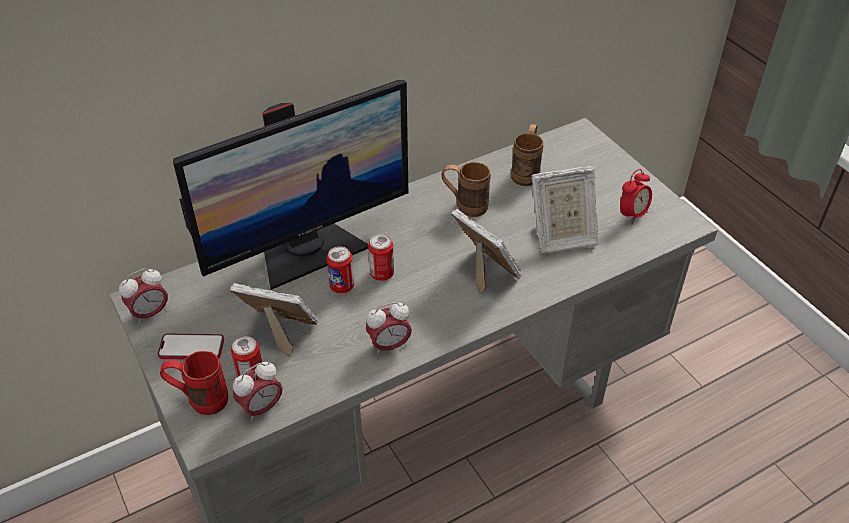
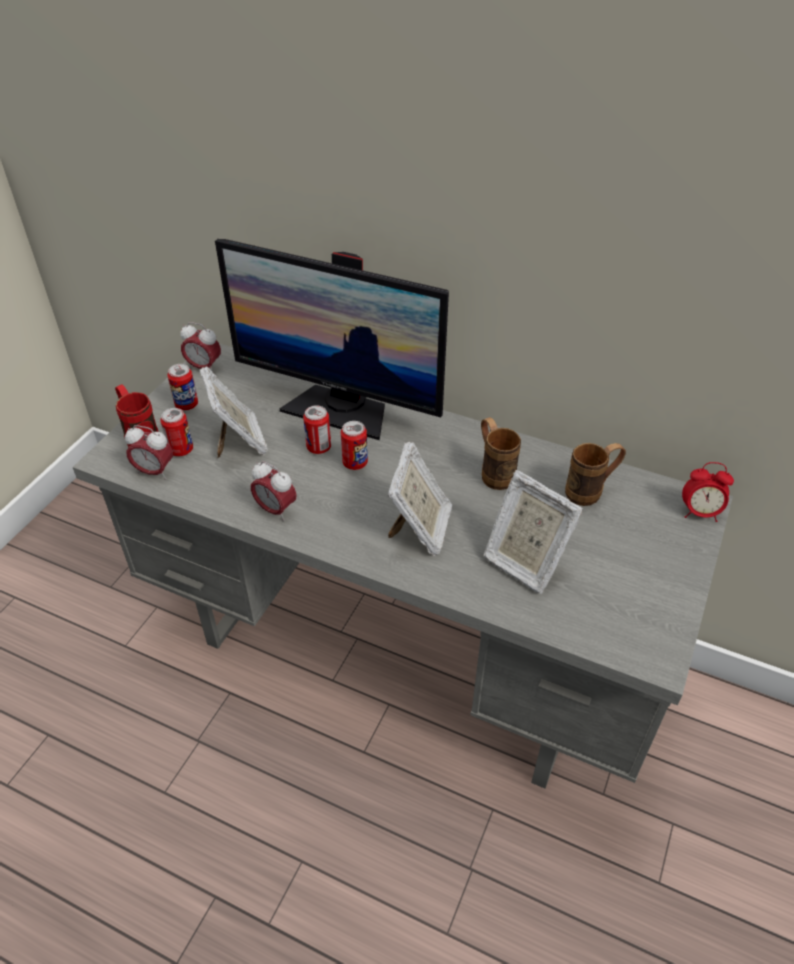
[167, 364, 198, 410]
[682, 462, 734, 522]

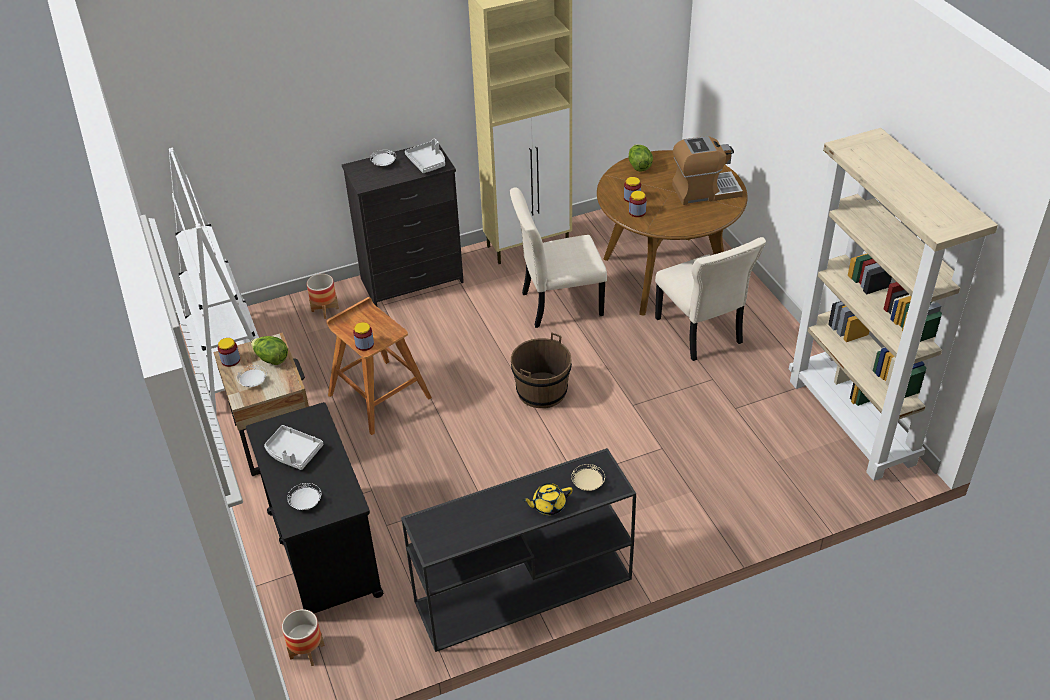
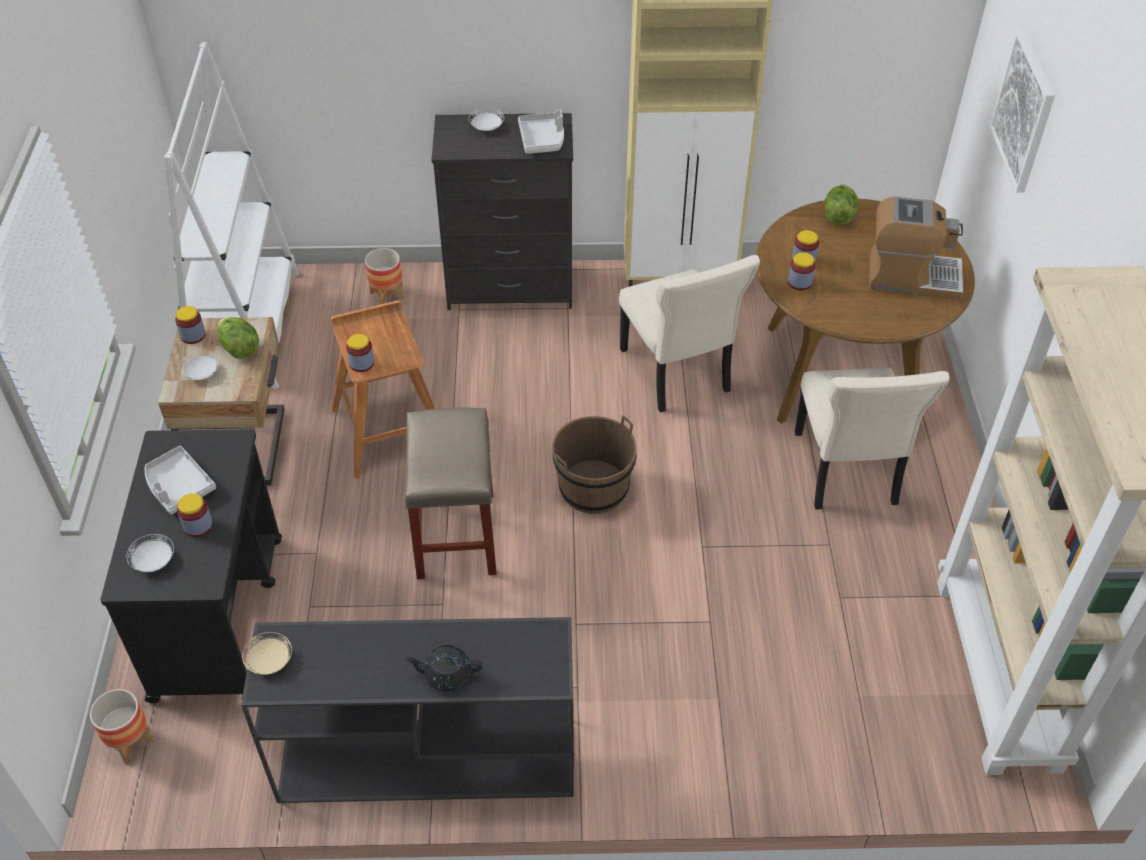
[177, 493, 213, 537]
[242, 632, 292, 675]
[405, 408, 496, 579]
[405, 645, 483, 692]
[619, 255, 760, 413]
[990, 31, 1055, 193]

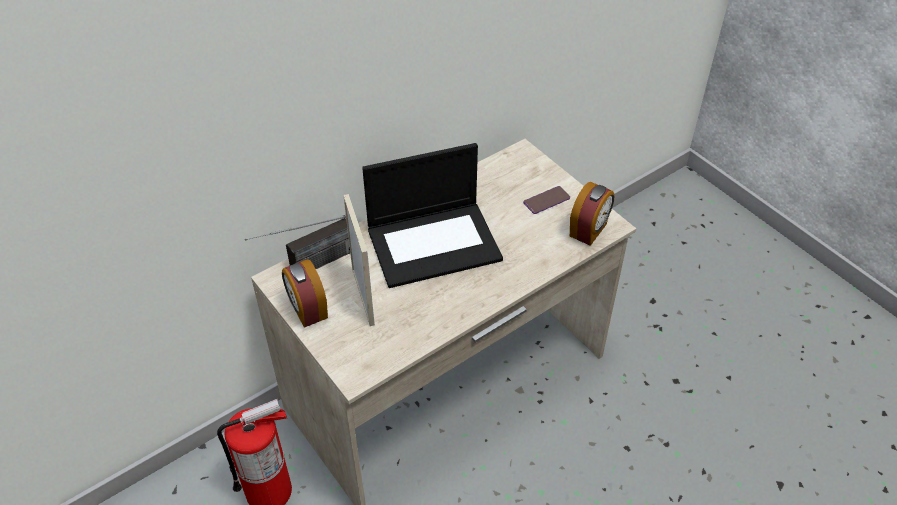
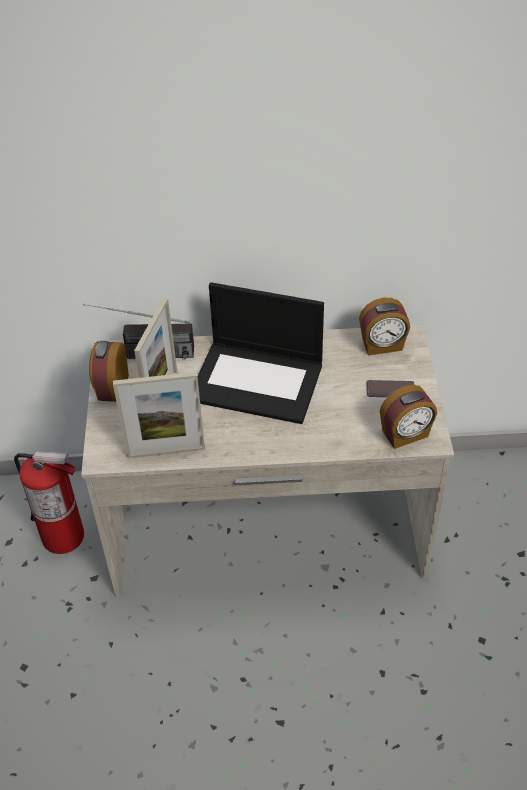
[113, 372, 205, 458]
[359, 298, 410, 355]

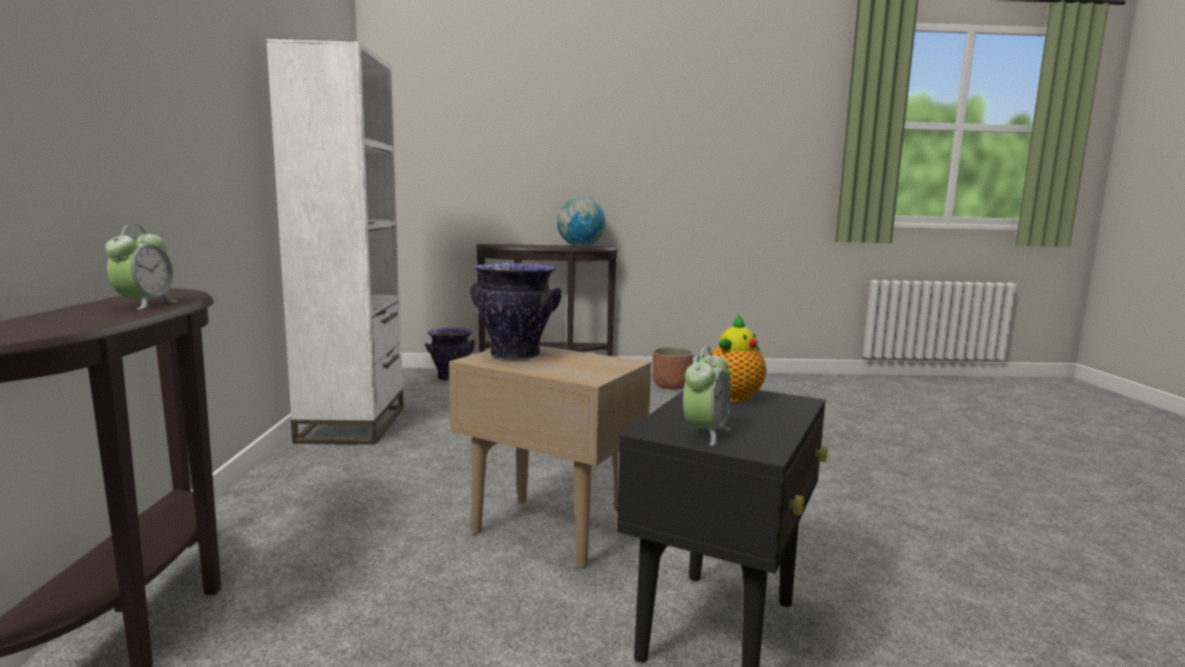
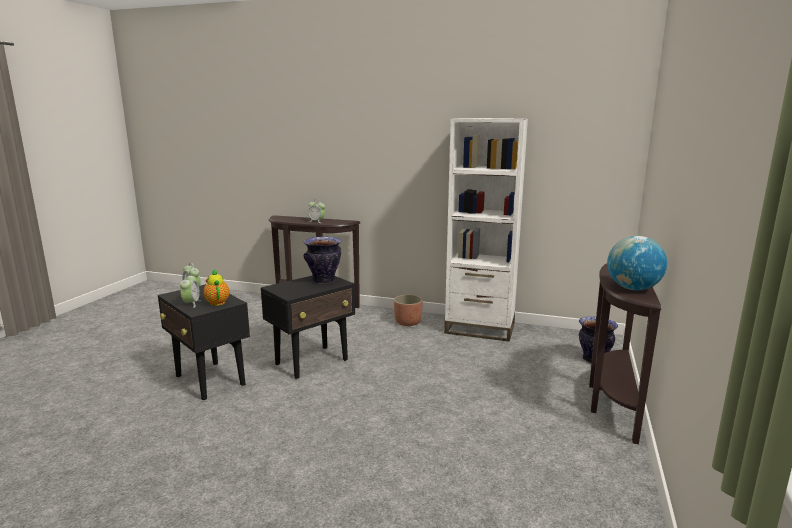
[180, 274, 201, 308]
[261, 275, 355, 379]
[394, 295, 423, 326]

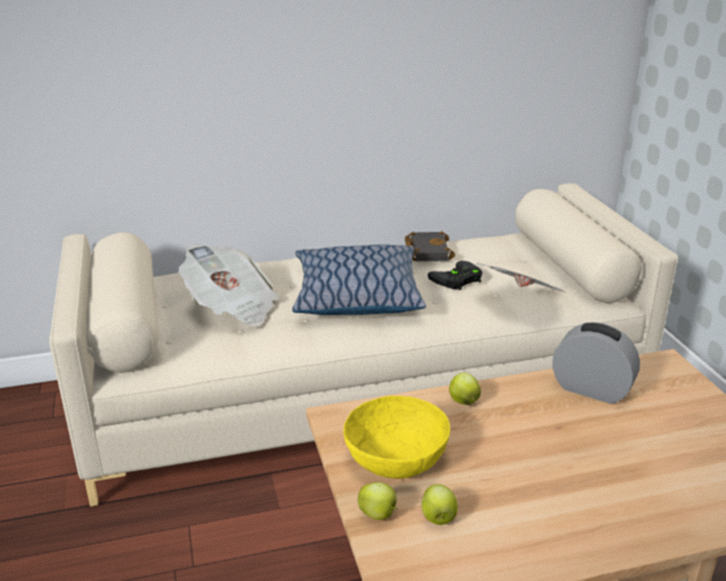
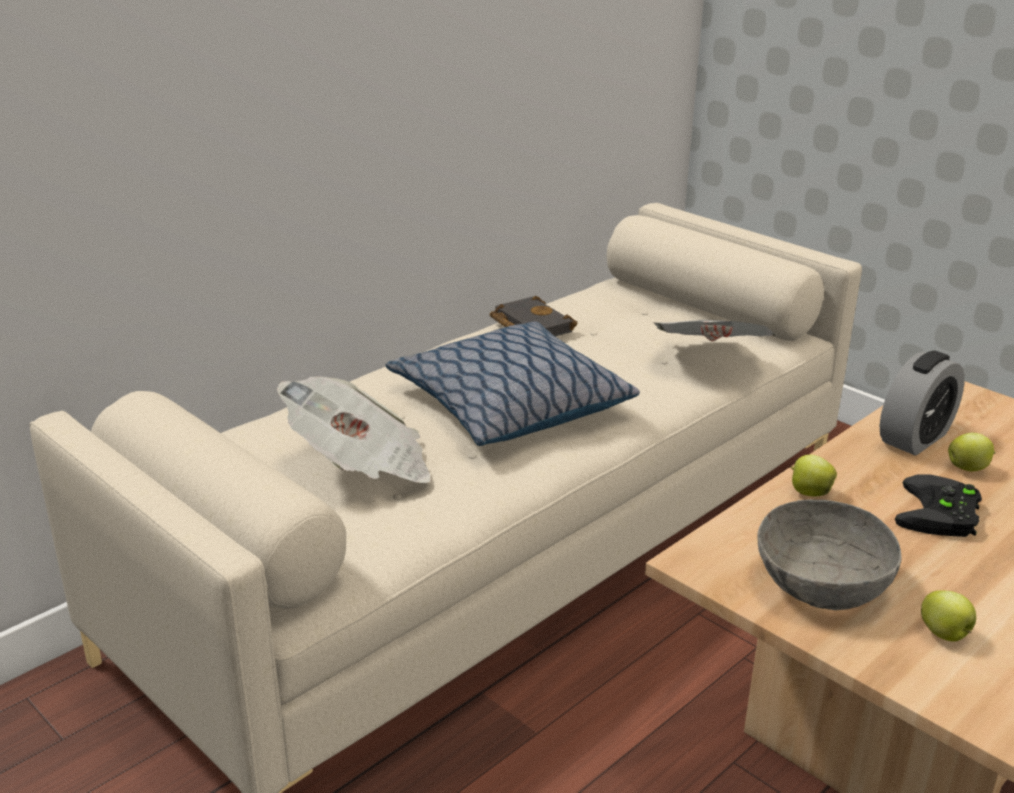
[757, 499, 902, 610]
[880, 351, 965, 456]
[895, 474, 982, 537]
[948, 433, 996, 471]

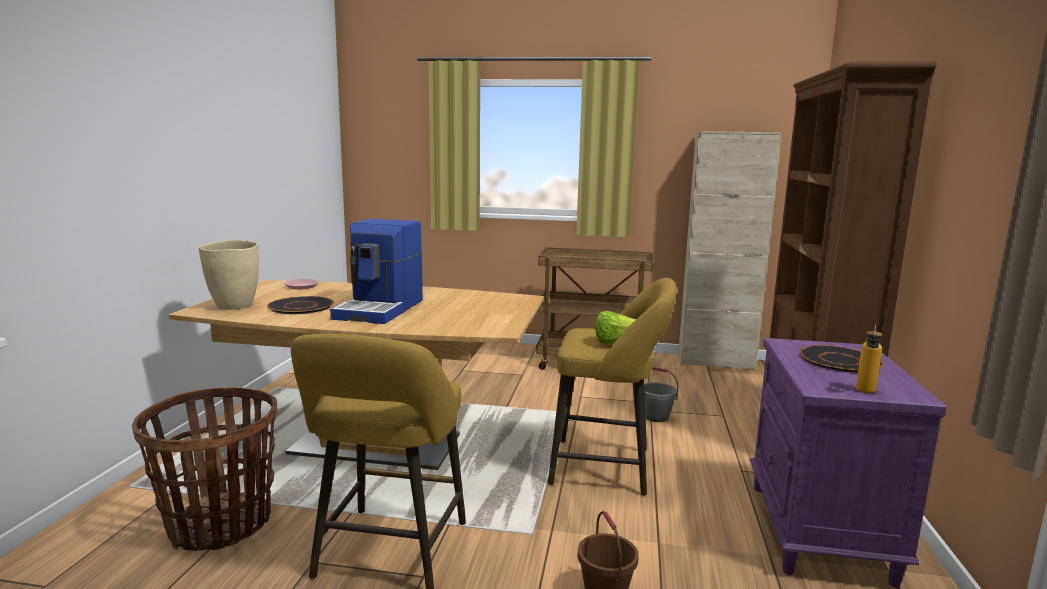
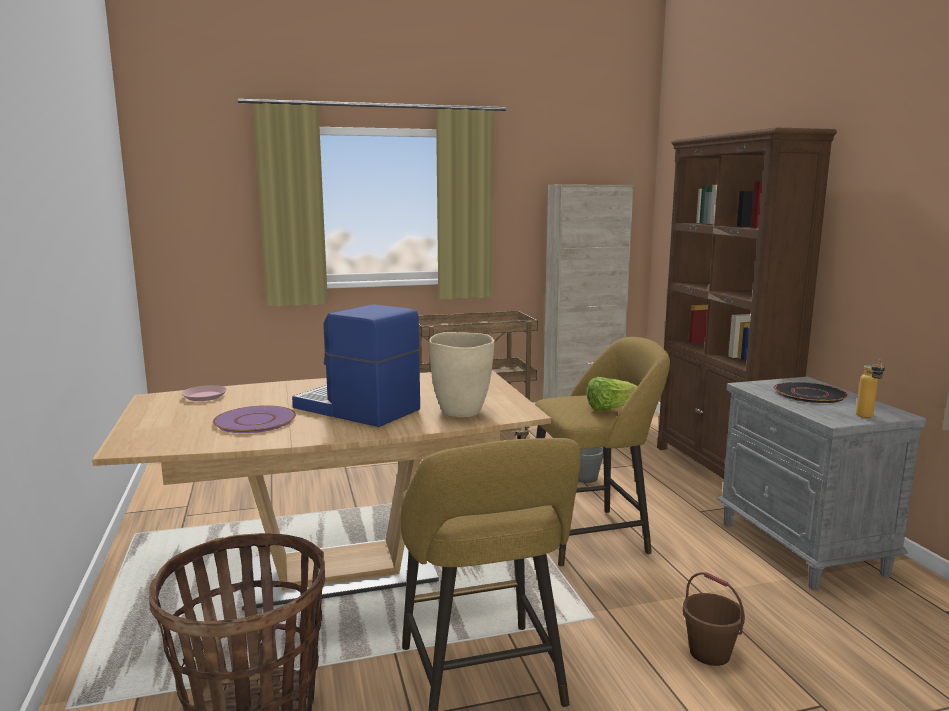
[213, 405, 296, 433]
[292, 304, 420, 427]
[429, 332, 494, 417]
[717, 377, 926, 590]

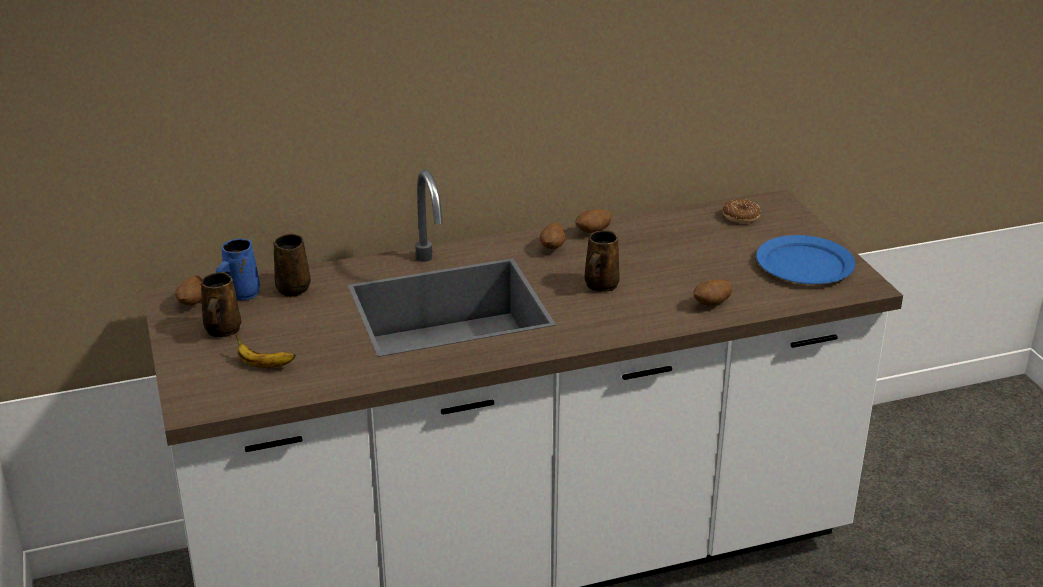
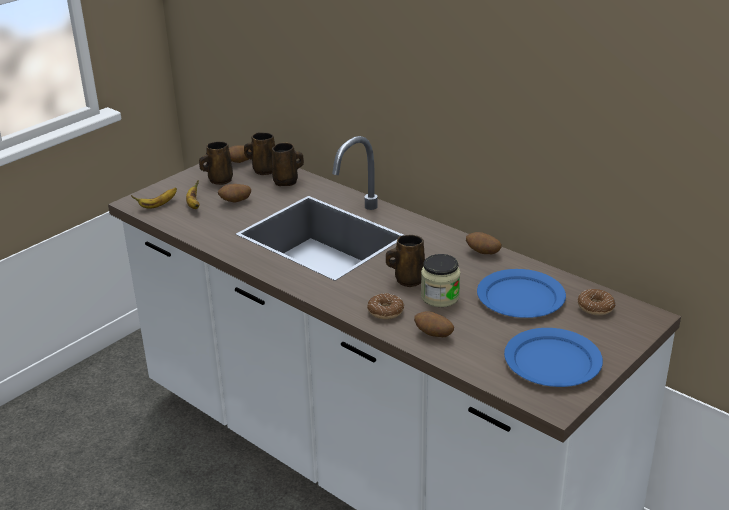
[131, 188, 177, 208]
[218, 184, 251, 203]
[244, 132, 275, 175]
[367, 294, 404, 319]
[421, 254, 460, 307]
[477, 269, 566, 318]

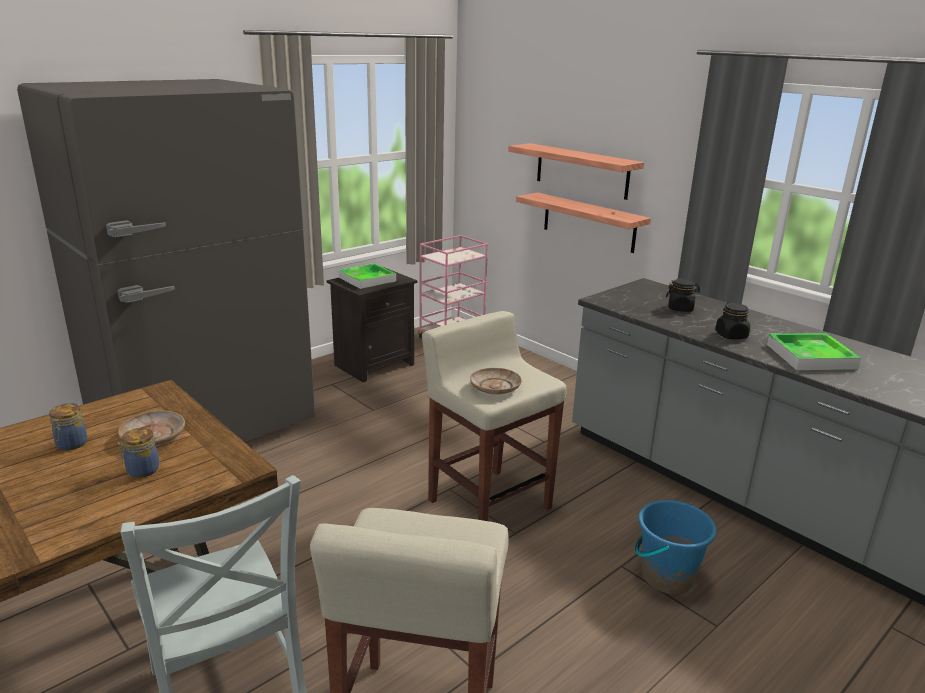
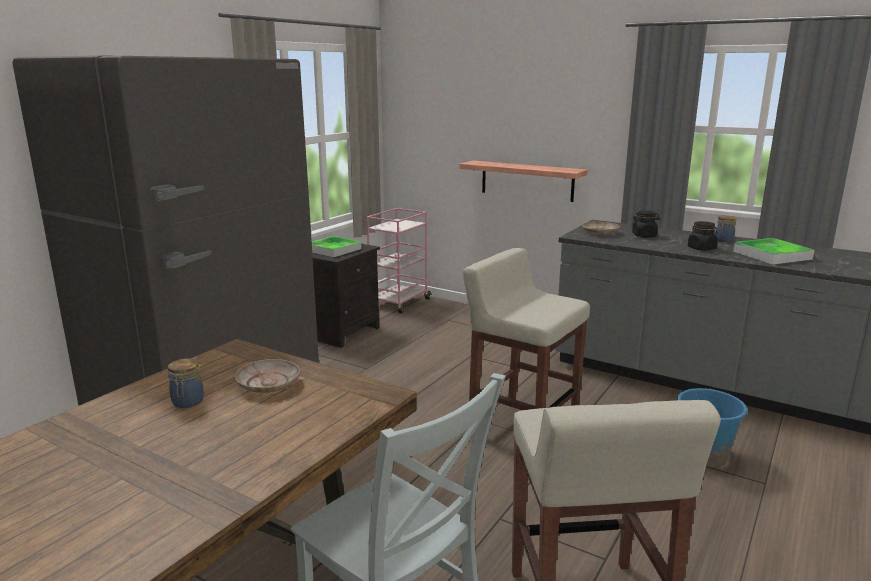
[582, 222, 620, 235]
[715, 215, 736, 243]
[508, 143, 644, 200] (first image)

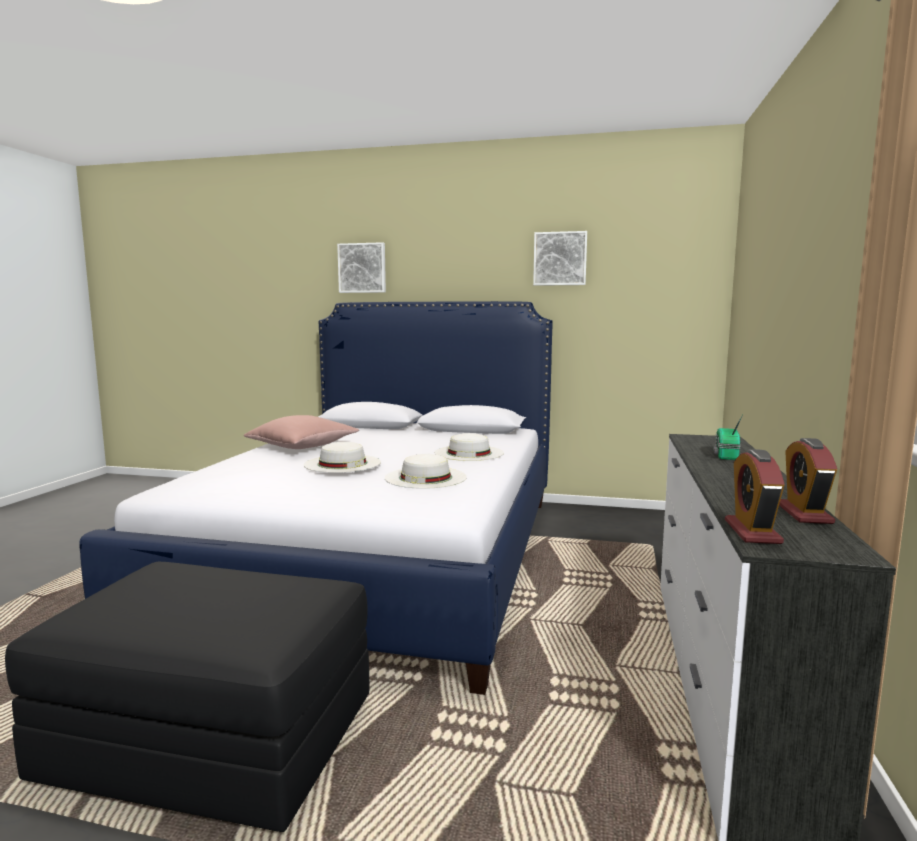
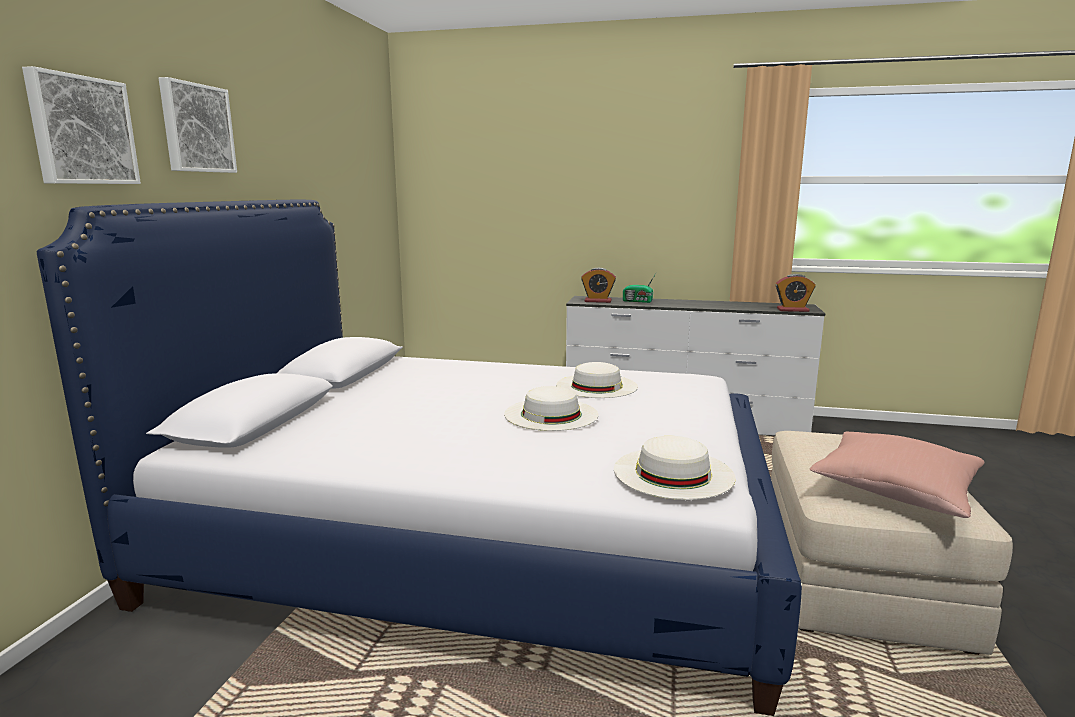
[159, 77, 237, 173]
[581, 268, 616, 303]
[614, 436, 736, 500]
[771, 431, 1013, 655]
[810, 432, 984, 518]

